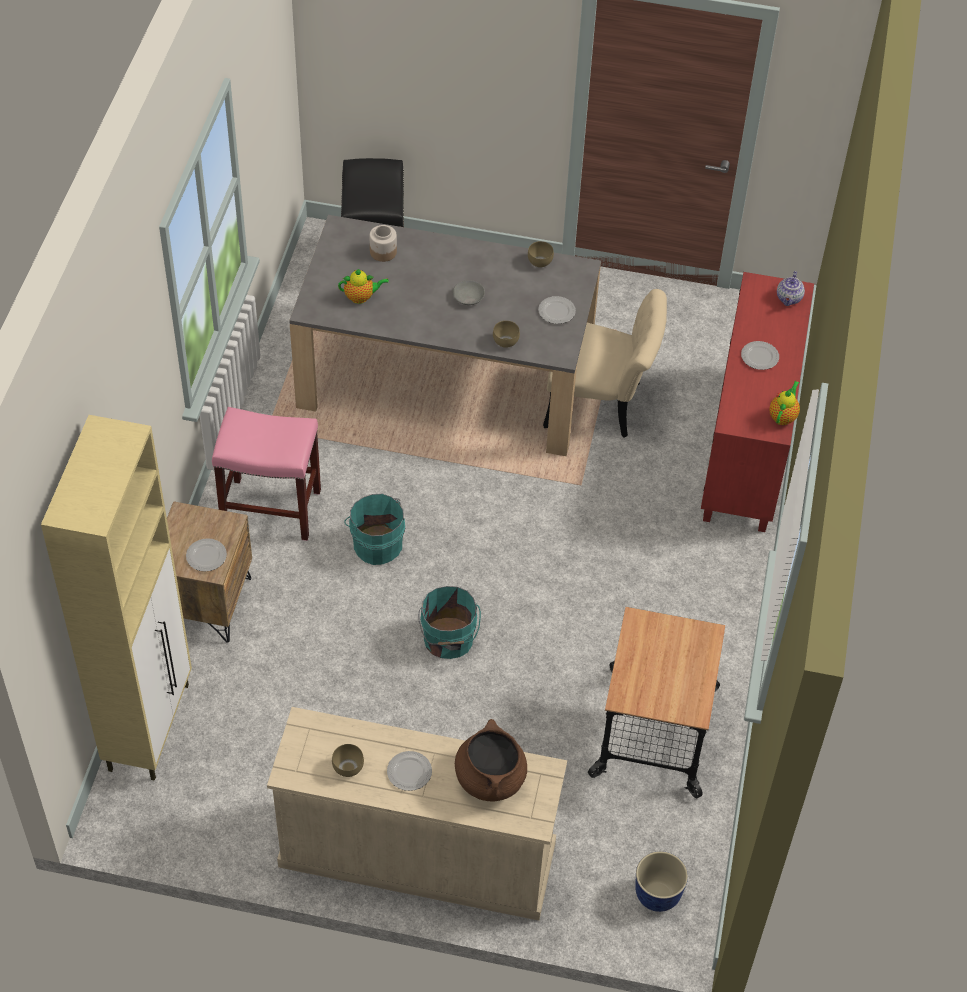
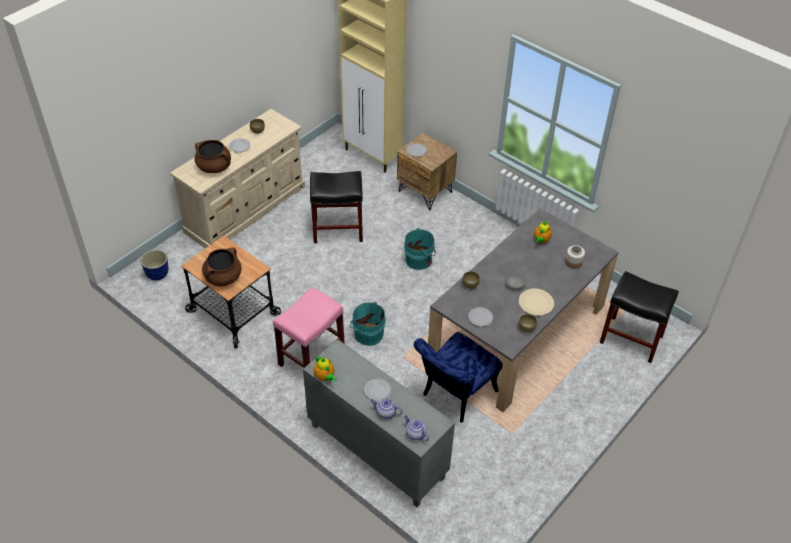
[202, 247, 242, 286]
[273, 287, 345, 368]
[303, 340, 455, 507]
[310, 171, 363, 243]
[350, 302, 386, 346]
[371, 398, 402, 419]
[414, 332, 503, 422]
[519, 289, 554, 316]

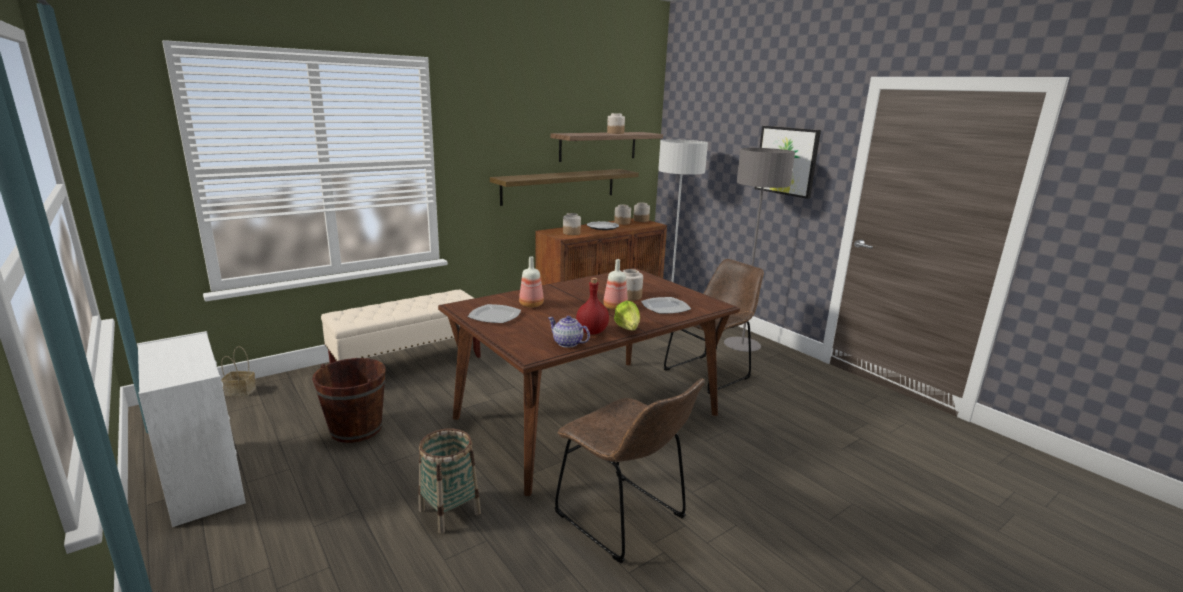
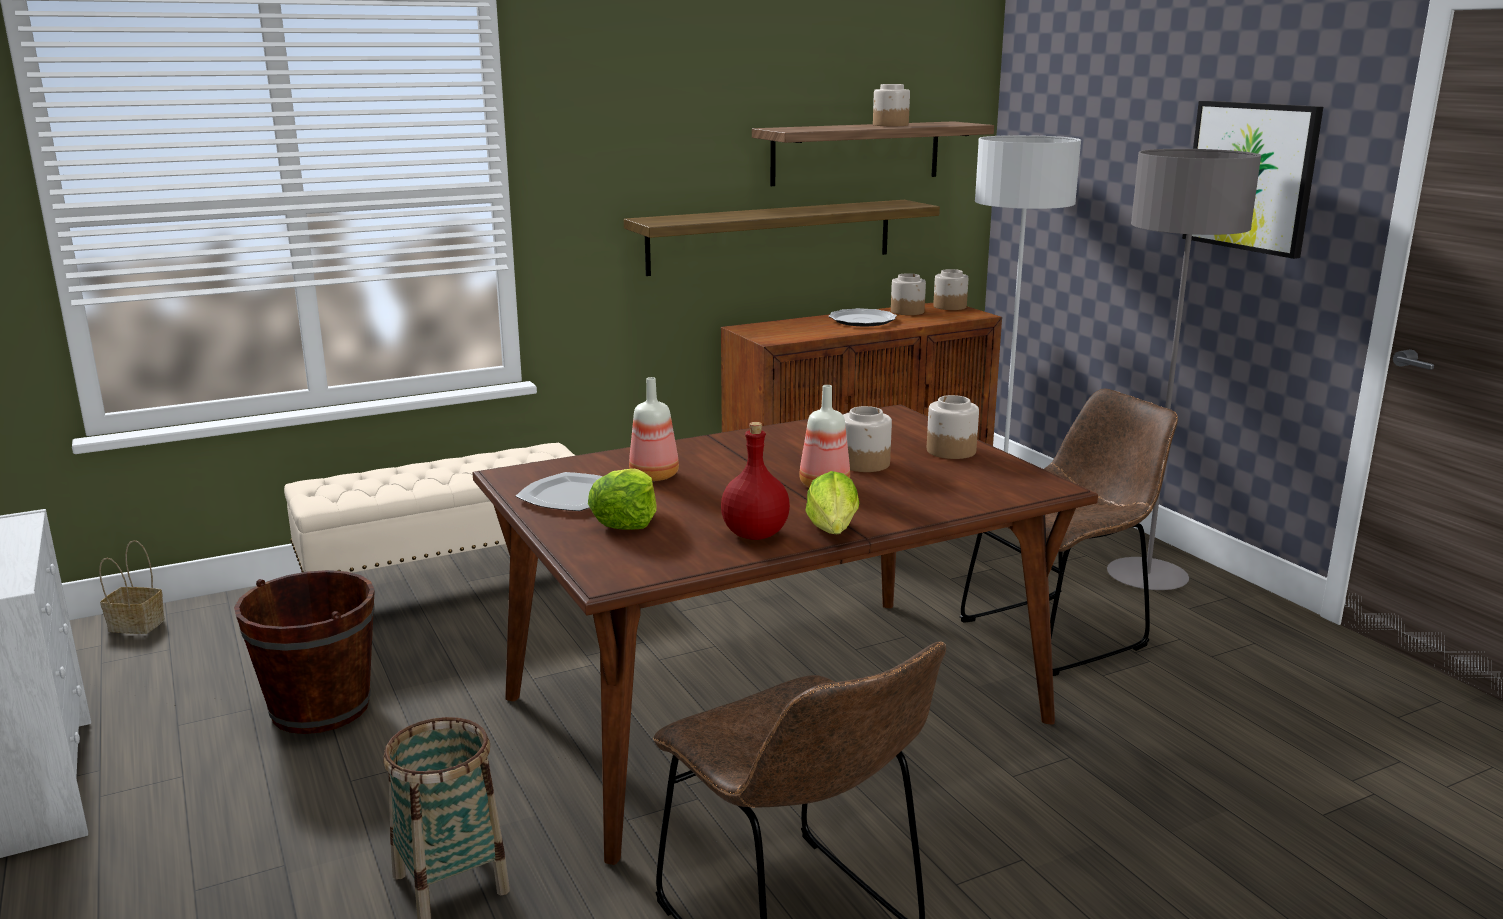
[588, 469, 657, 530]
[927, 395, 979, 459]
[548, 316, 590, 348] (first image)
[641, 297, 691, 314] (first image)

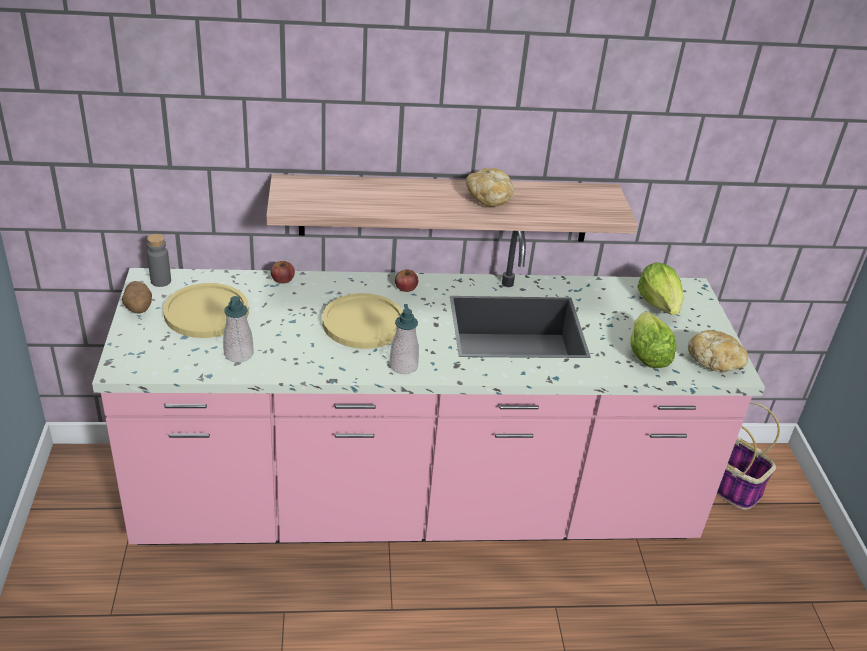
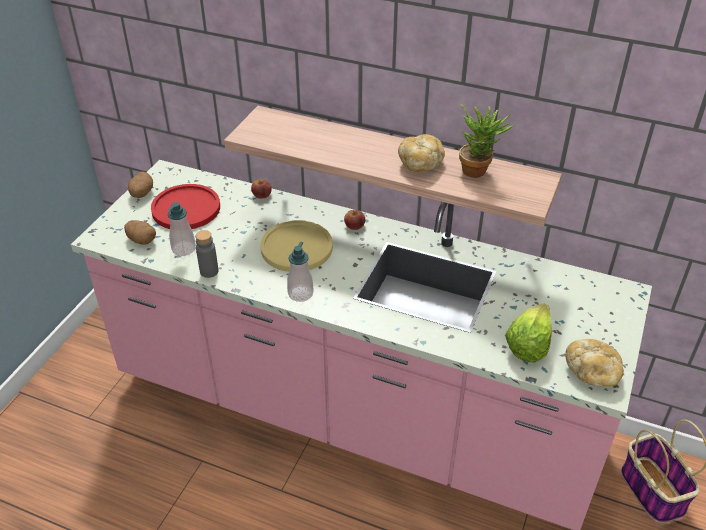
[124, 220, 156, 245]
[151, 184, 220, 229]
[196, 230, 219, 278]
[459, 105, 514, 178]
[637, 262, 684, 315] (first image)

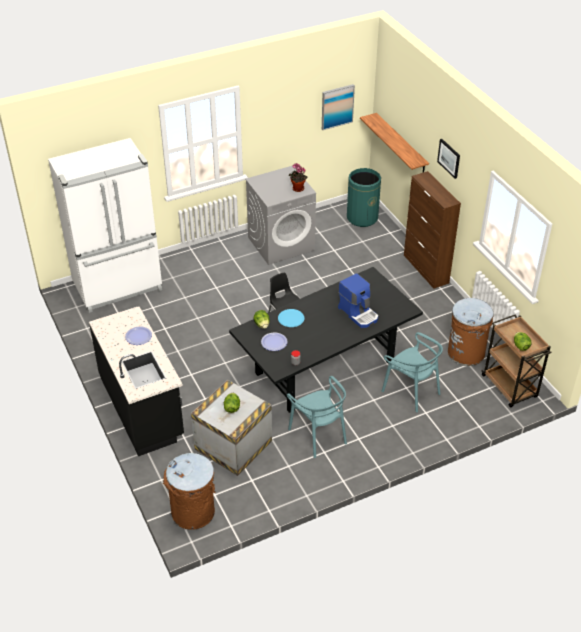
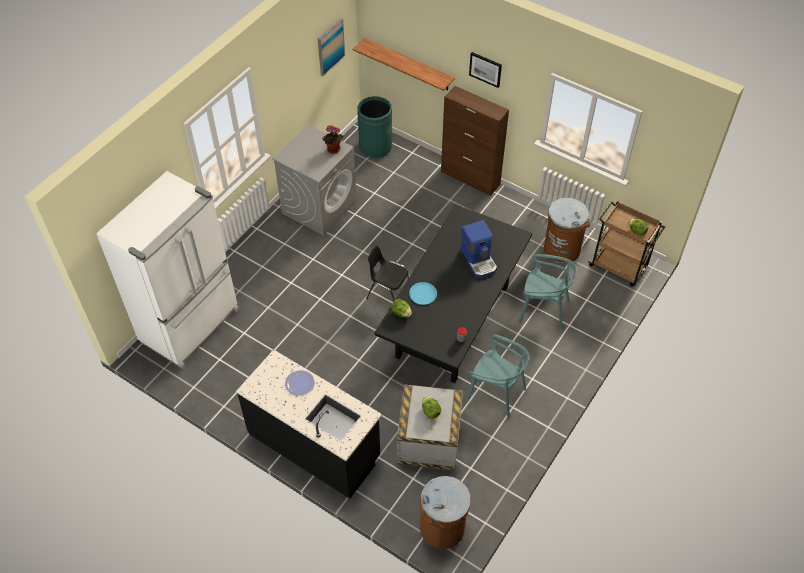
[460, 220, 497, 278]
[261, 332, 287, 351] (first image)

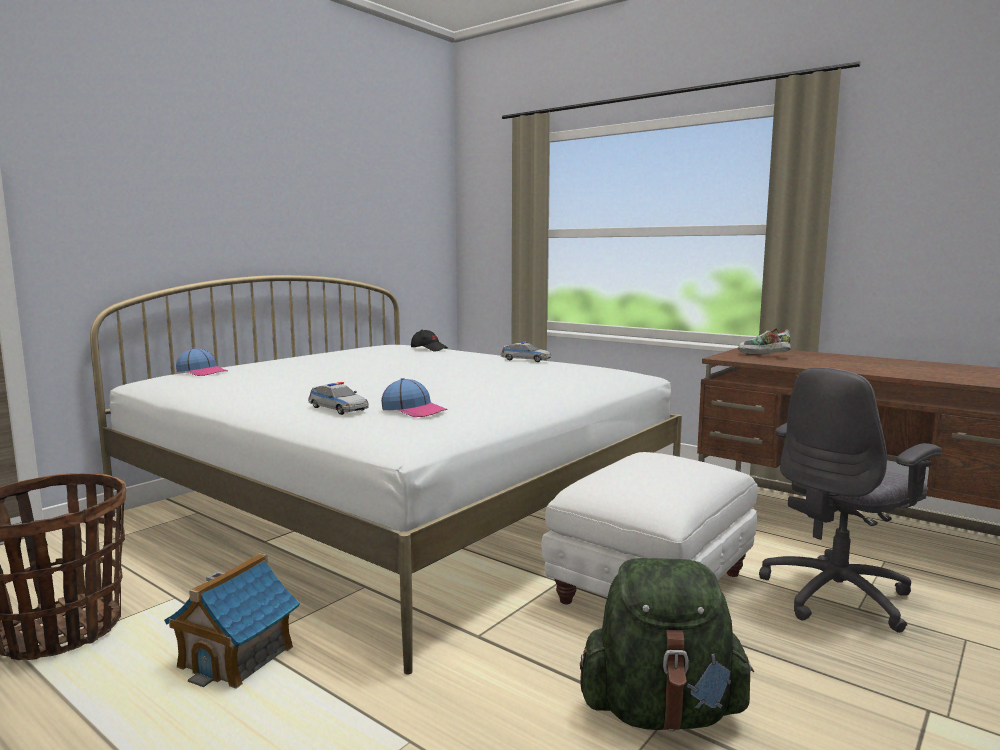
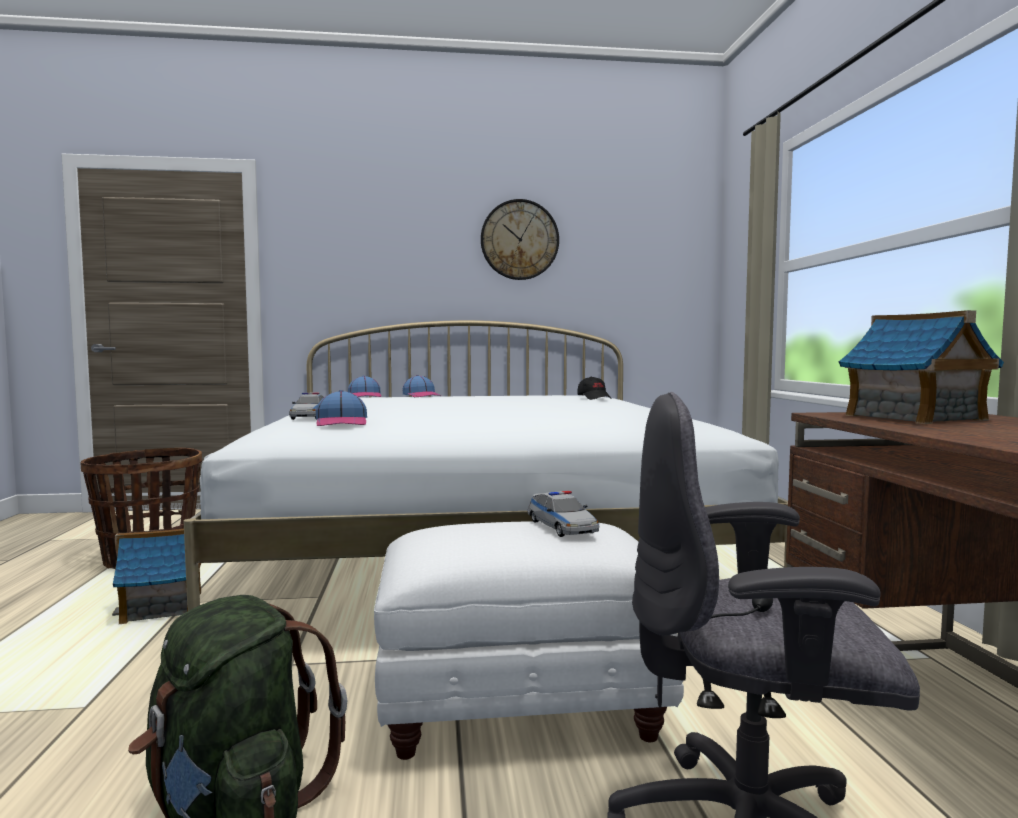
[403, 375, 441, 397]
[481, 199, 559, 280]
[528, 491, 600, 537]
[839, 310, 1004, 424]

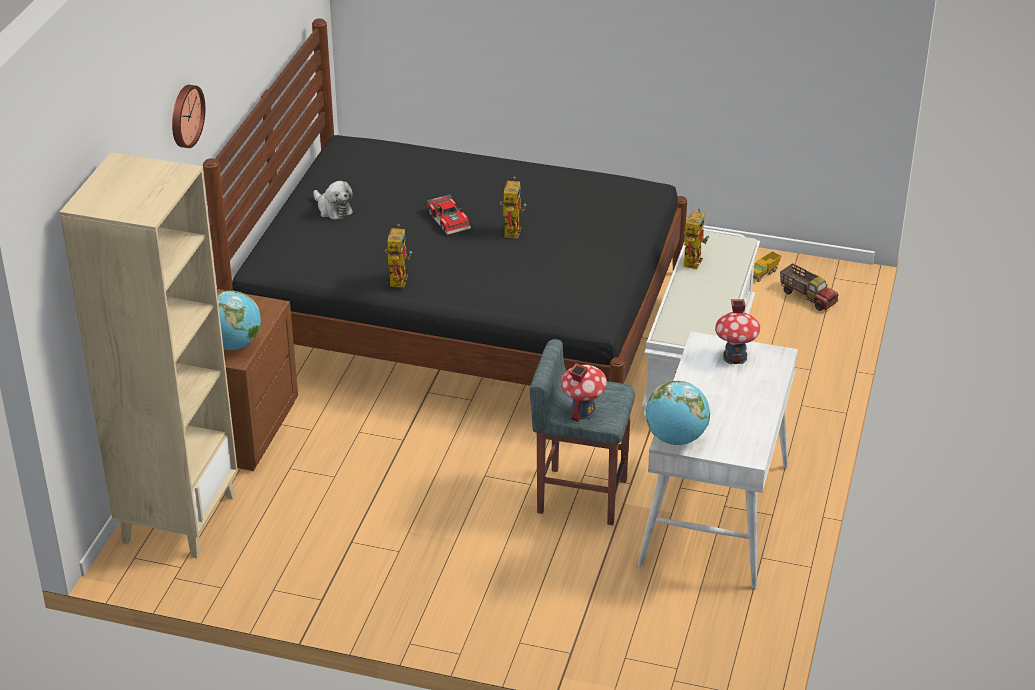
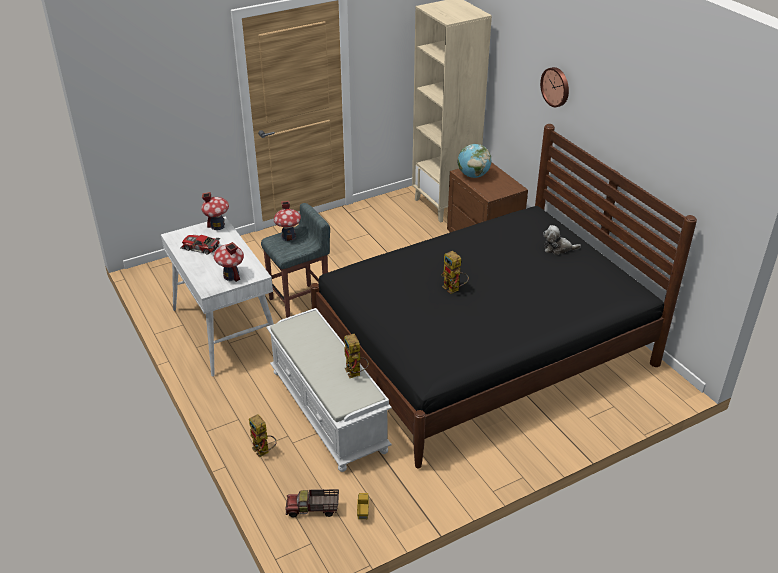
[180, 235, 220, 255]
[201, 192, 229, 230]
[249, 414, 277, 458]

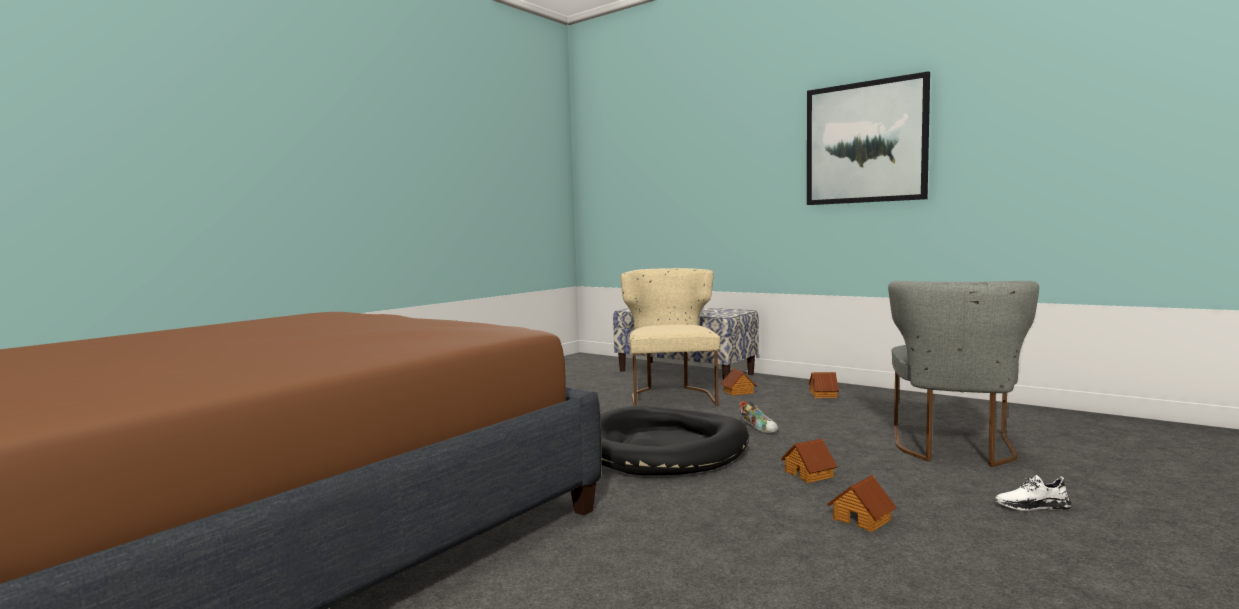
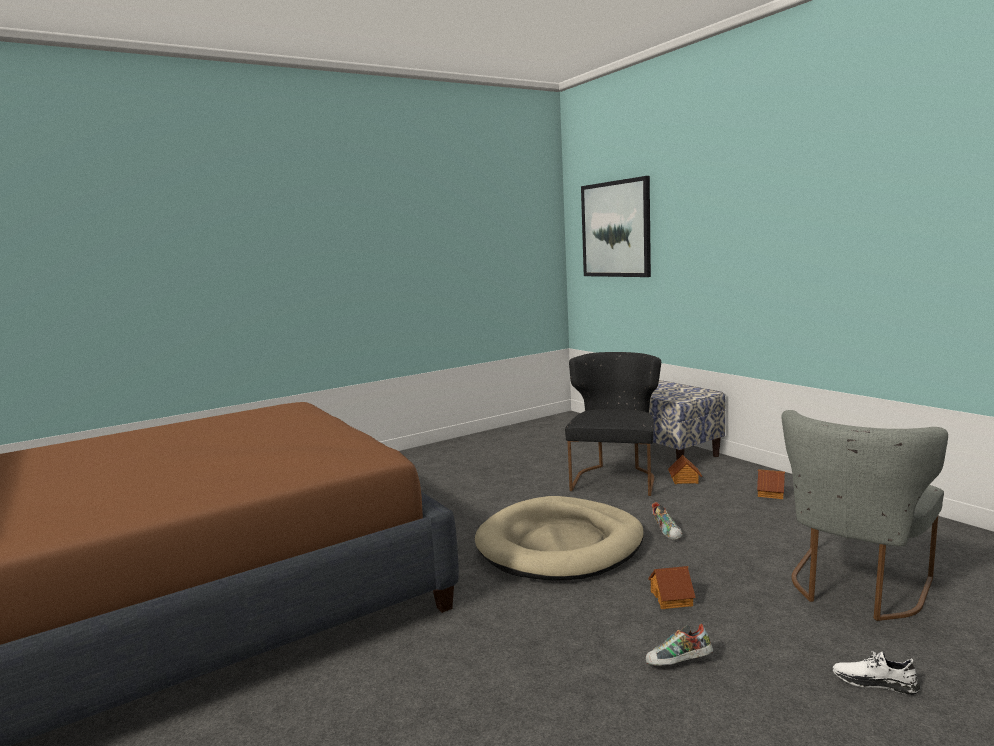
[475, 496, 644, 580]
[565, 352, 661, 496]
[581, 176, 651, 277]
[646, 624, 713, 666]

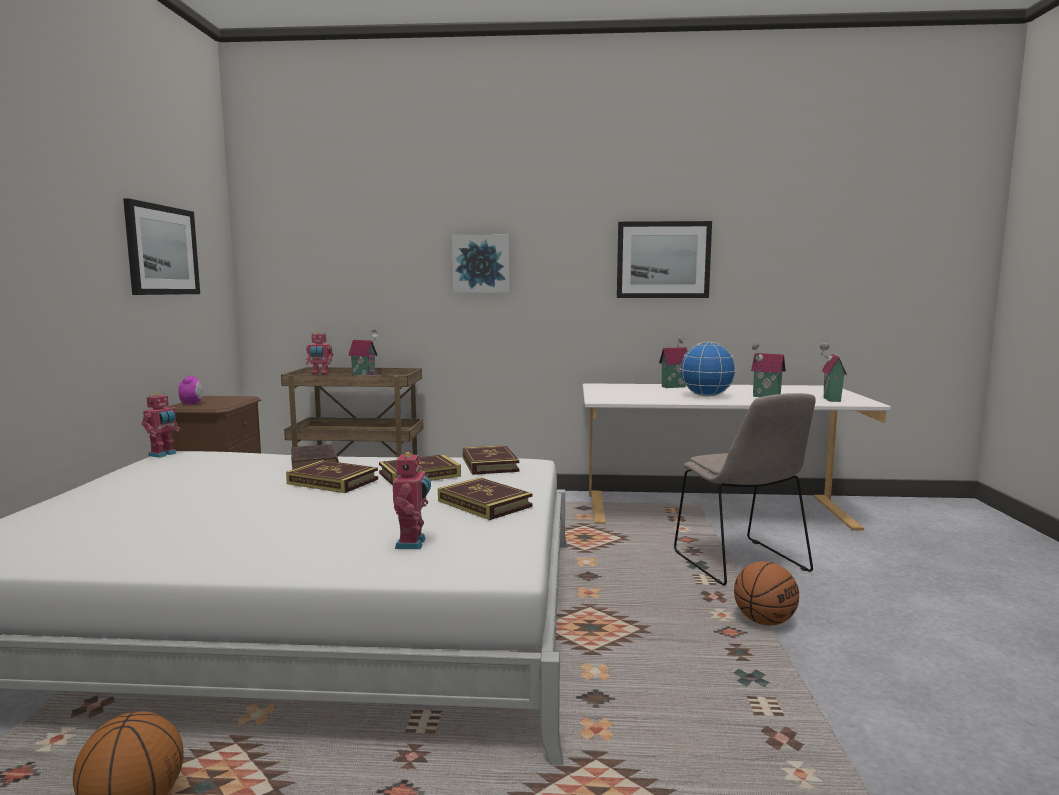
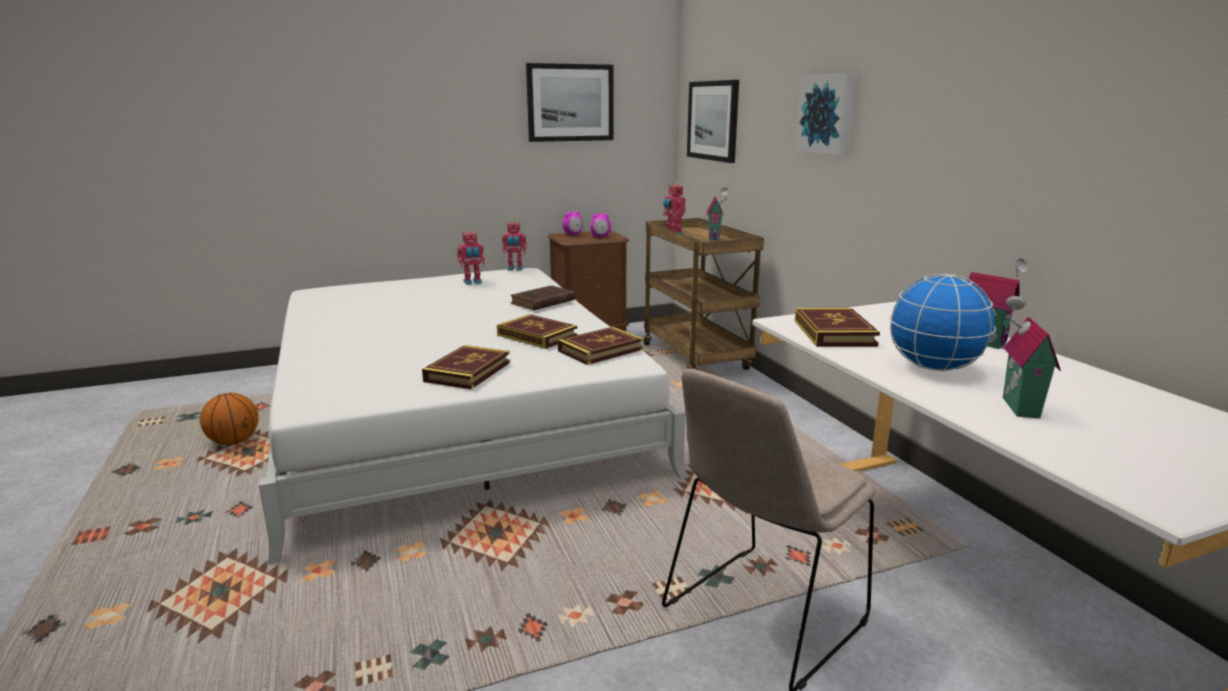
[457, 231, 485, 285]
[590, 213, 611, 237]
[687, 80, 739, 163]
[795, 308, 880, 347]
[734, 561, 799, 625] (first image)
[820, 343, 847, 402] (first image)

